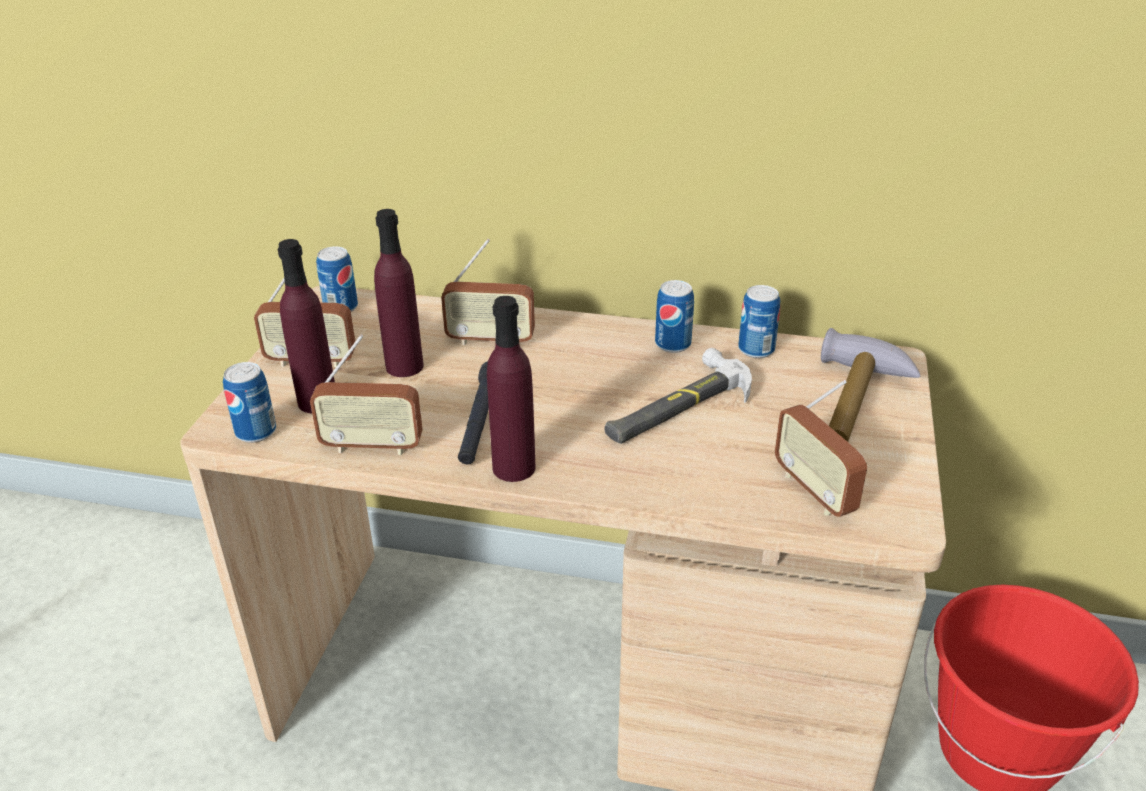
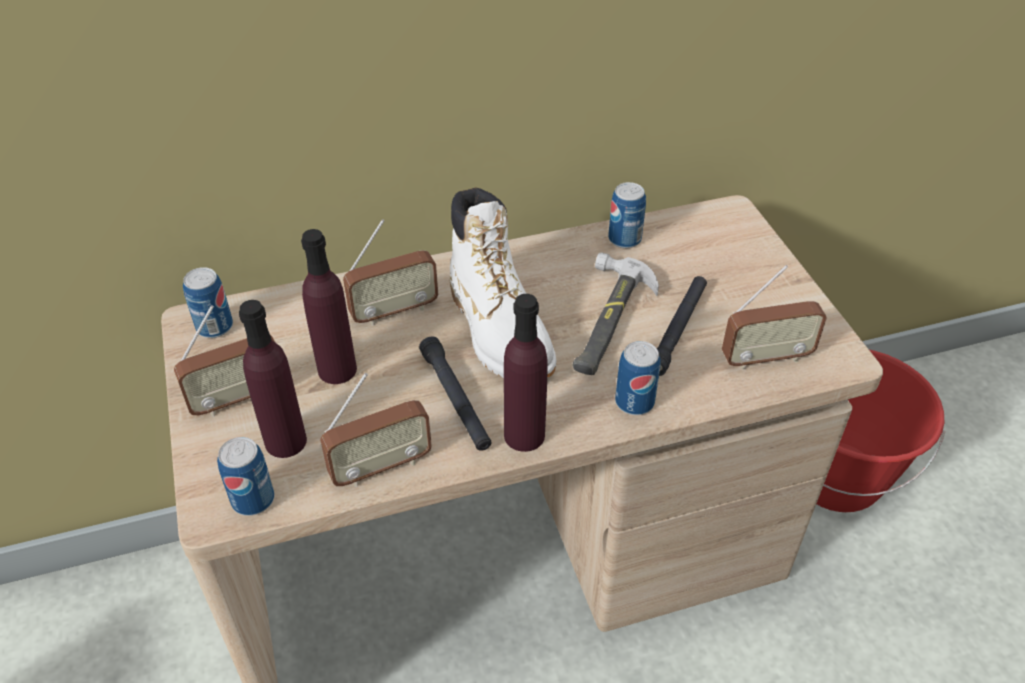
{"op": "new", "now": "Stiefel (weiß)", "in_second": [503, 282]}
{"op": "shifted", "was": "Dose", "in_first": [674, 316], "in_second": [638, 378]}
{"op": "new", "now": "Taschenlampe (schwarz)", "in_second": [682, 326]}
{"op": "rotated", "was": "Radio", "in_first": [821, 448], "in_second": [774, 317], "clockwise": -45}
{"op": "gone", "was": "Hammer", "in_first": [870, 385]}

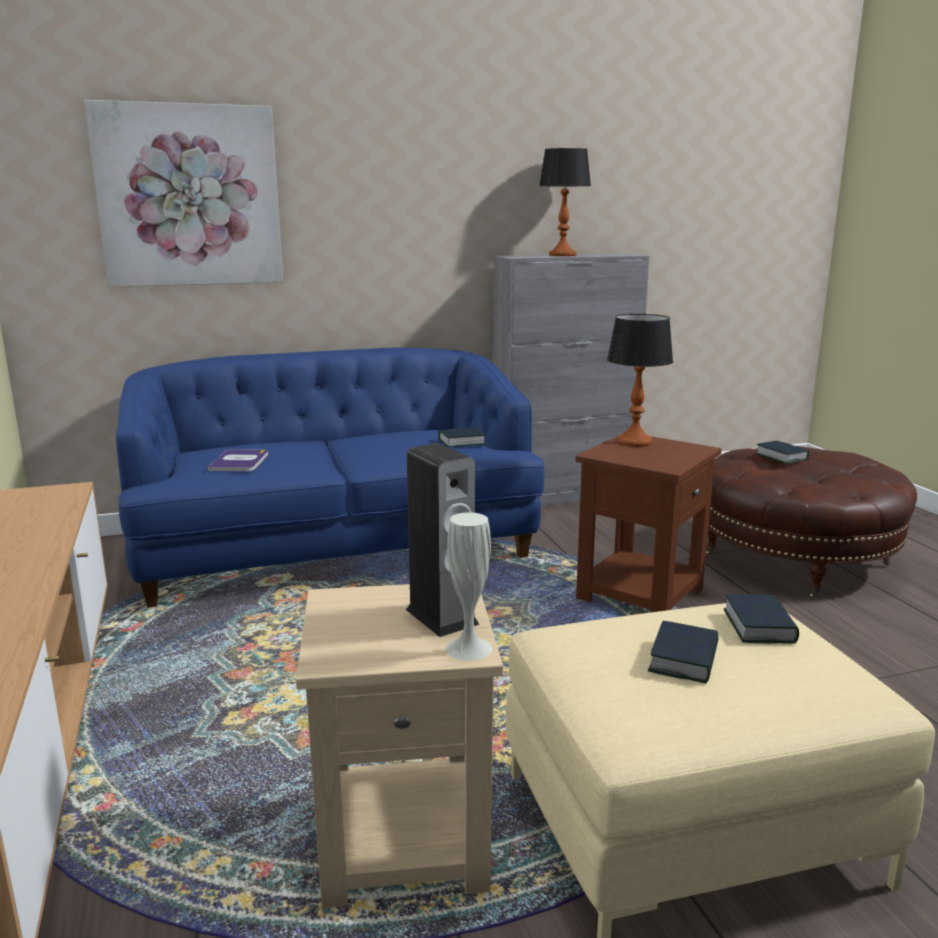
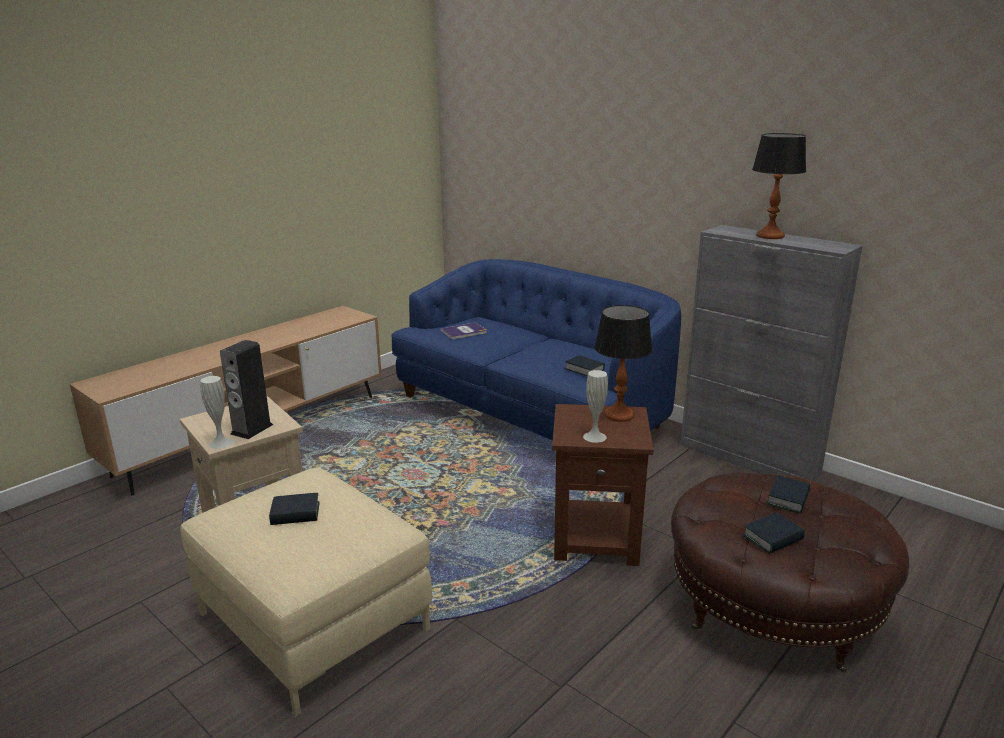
{"op": "new", "now": "Vase (weiß)", "in_second": [595, 406]}
{"op": "shifted", "was": "Buch", "in_first": [761, 619], "in_second": [773, 533]}
{"op": "gone", "was": "Bild", "in_first": [183, 193]}

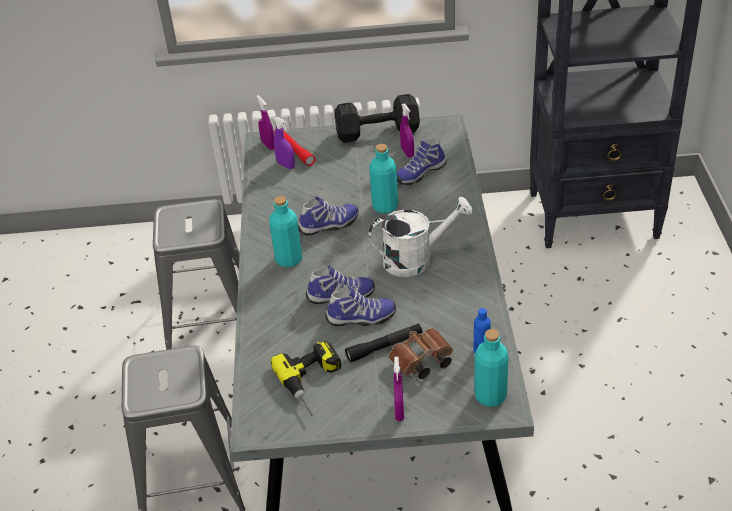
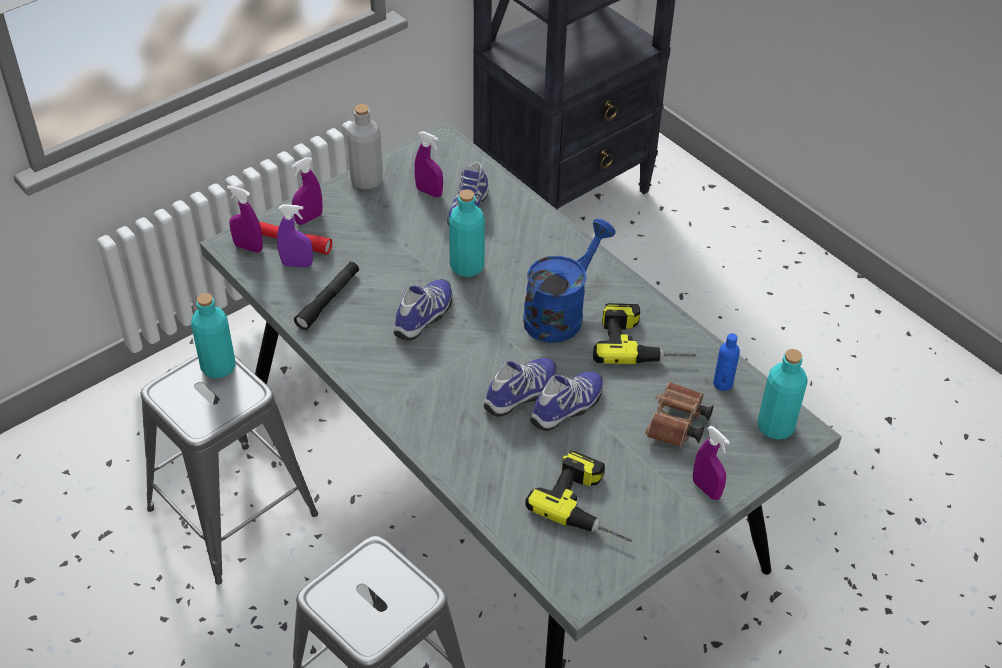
{"op": "shifted", "was": "Flasche (türkis)", "in_first": [285, 231], "in_second": [213, 336]}
{"op": "new", "now": "Sprühflasche (lila)", "in_second": [306, 191]}
{"op": "shifted", "was": "Taschenlampe (schwarz)", "in_first": [384, 343], "in_second": [326, 296]}
{"op": "swapped", "was": "Hantel (schwarz)", "now": "Flasche (grau)", "in_first": [377, 118], "in_second": [365, 146]}
{"op": "repainted", "was": "Gießkanne (weiß)", "now": "Gießkanne (blau)", "in_first": [421, 237], "in_second": [569, 281]}
{"op": "new", "now": "Bohrmaschine", "in_second": [644, 333]}

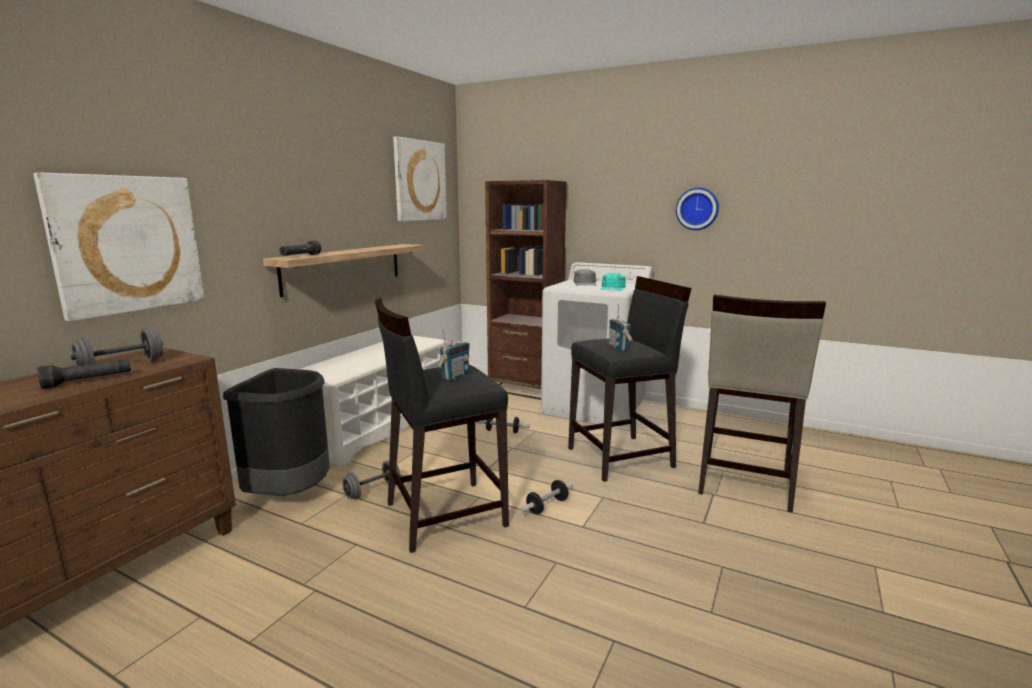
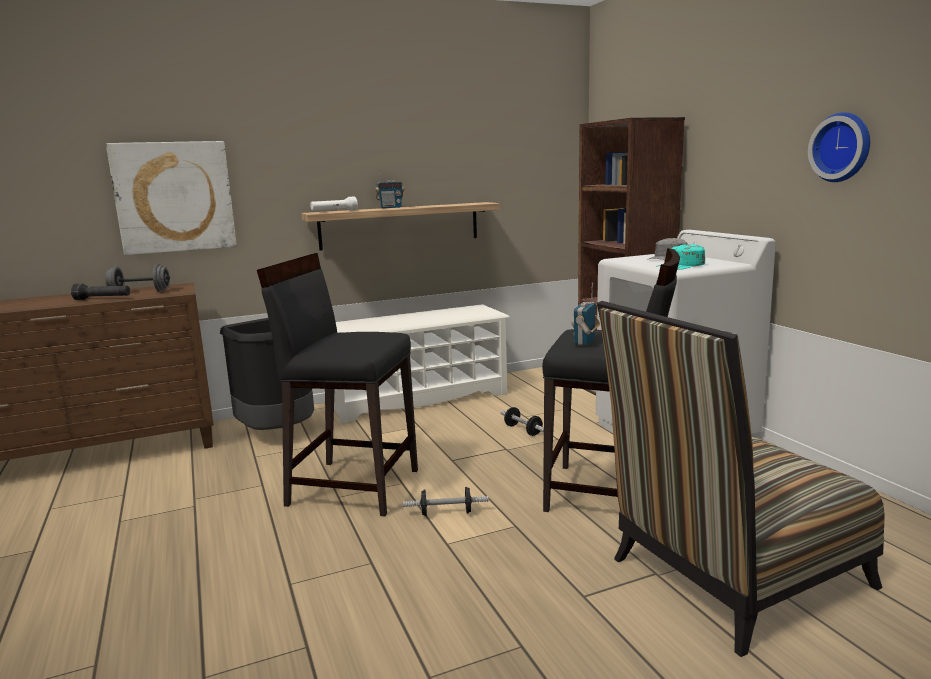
{"op": "repainted", "was": "Taschenlampe (schwarz)", "now": "Taschenlampe (weiß)", "in_first": [300, 248], "in_second": [334, 203]}
{"op": "shifted", "was": "Radio", "in_first": [453, 355], "in_second": [389, 188]}
{"op": "swapped", "was": "Hocker (beige)", "now": "Stuhl", "in_first": [762, 403], "in_second": [741, 479]}
{"op": "gone", "was": "Hantel (grau)", "in_first": [371, 479]}
{"op": "gone", "was": "Bild", "in_first": [420, 178]}

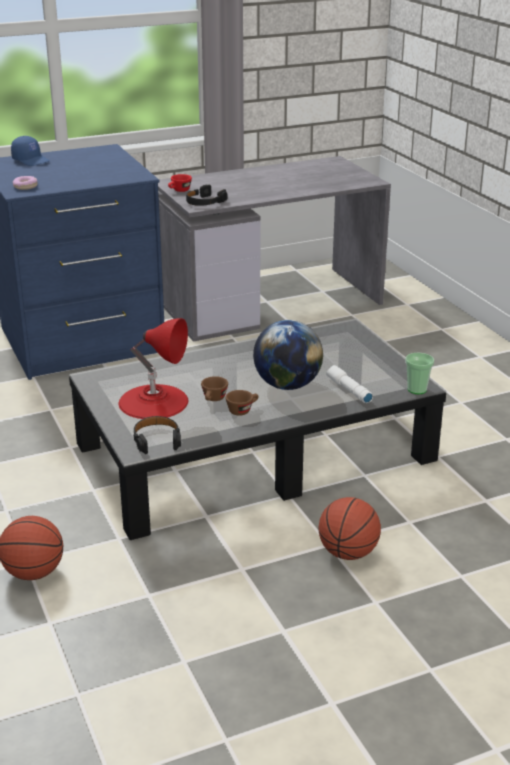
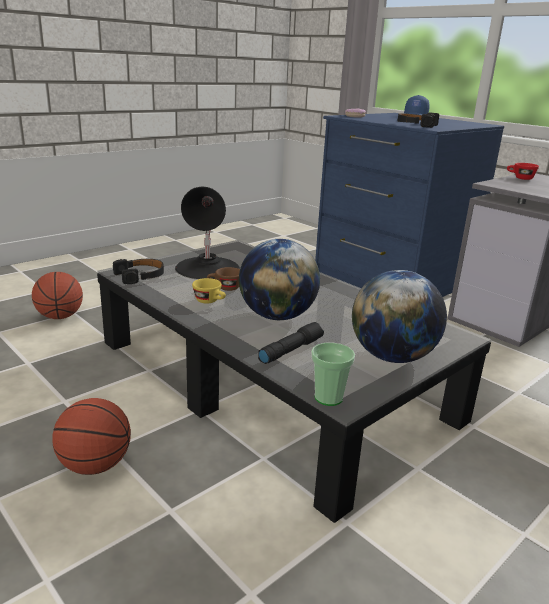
{"op": "repainted", "was": "Tischlampe (rot)", "now": "Tischlampe (schwarz)", "in_first": [153, 368], "in_second": [207, 233]}
{"op": "repainted", "was": "Tasse (braun)", "now": "Tasse (gelb)", "in_first": [242, 403], "in_second": [209, 291]}
{"op": "repainted", "was": "Taschenlampe (weiß)", "now": "Taschenlampe (schwarz)", "in_first": [349, 384], "in_second": [291, 343]}
{"op": "new", "now": "Globus", "in_second": [399, 316]}
{"op": "shifted", "was": "Kopfhörer (schwarz)", "in_first": [207, 195], "in_second": [418, 120]}

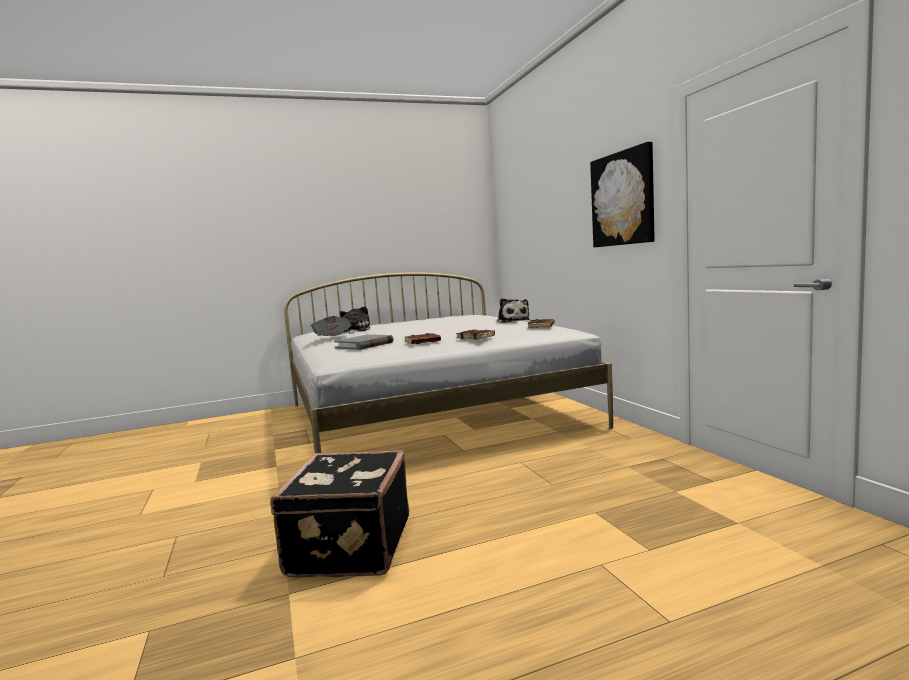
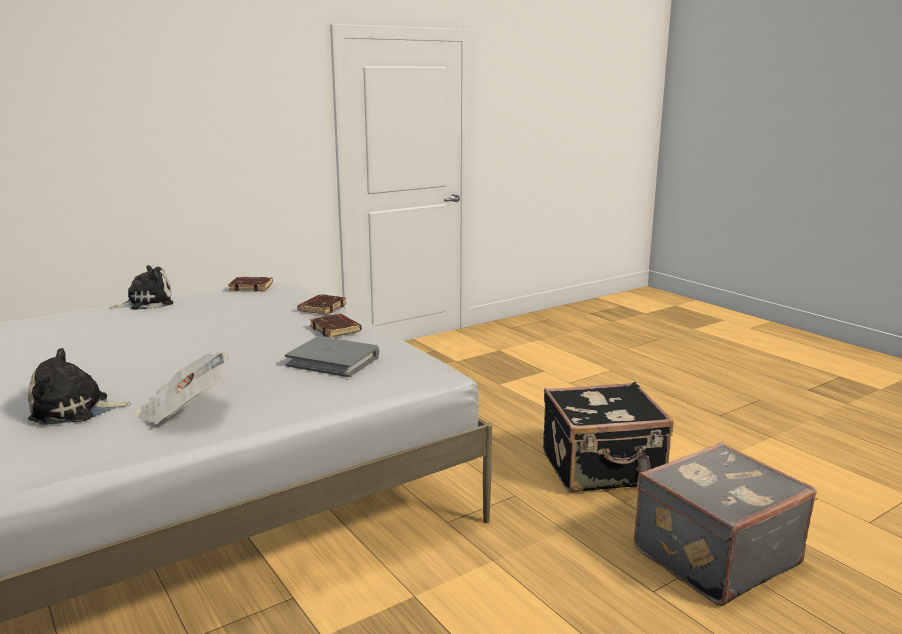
{"op": "new", "now": "Koffer (grau)", "in_second": [725, 524]}
{"op": "gone", "was": "Bild", "in_first": [622, 194]}

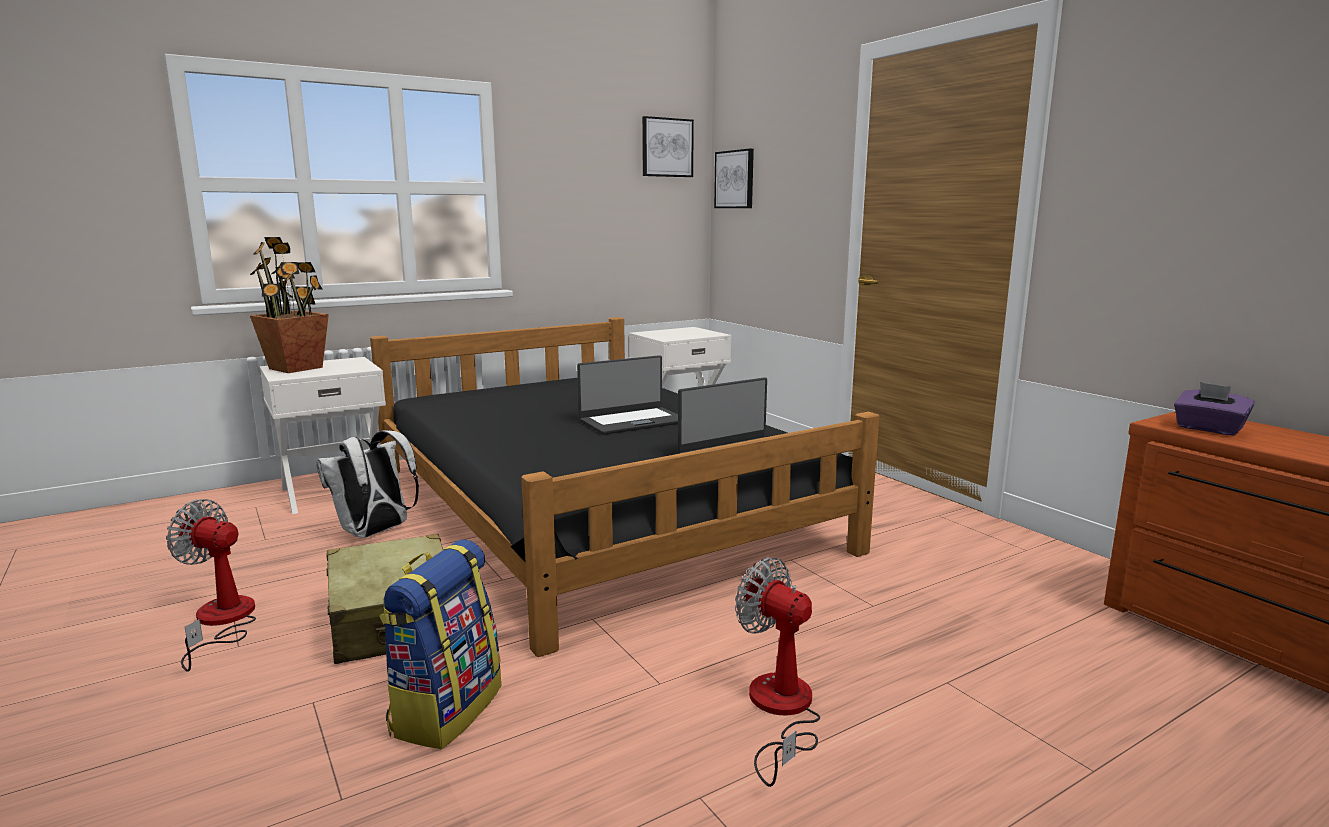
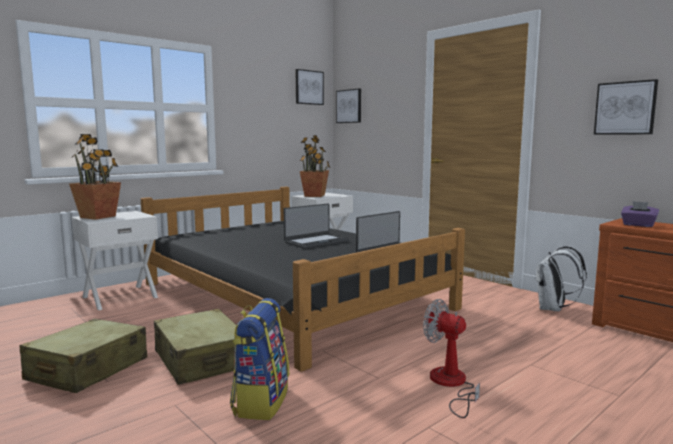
{"op": "swapped", "was": "Ventilator", "now": "Koffer (beige)", "in_first": [211, 585], "in_second": [83, 356]}
{"op": "new", "now": "Topfpflanze", "in_second": [314, 166]}
{"op": "shifted", "was": "Rucksack (weiß)", "in_first": [367, 484], "in_second": [561, 279]}
{"op": "new", "now": "Bild", "in_second": [626, 107]}

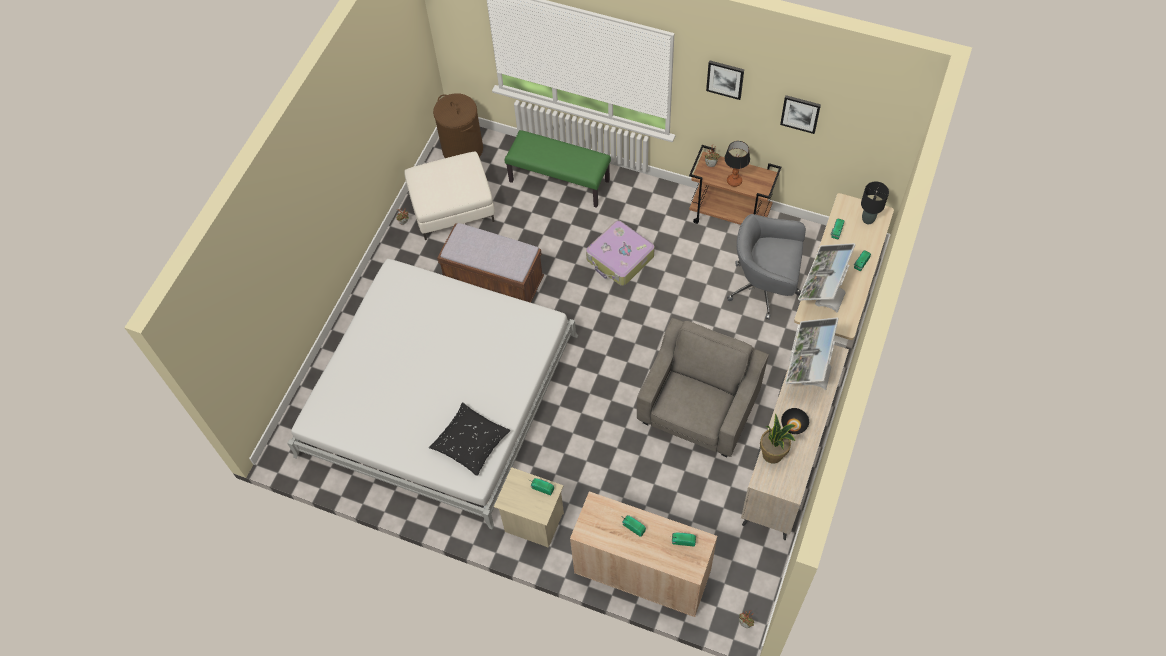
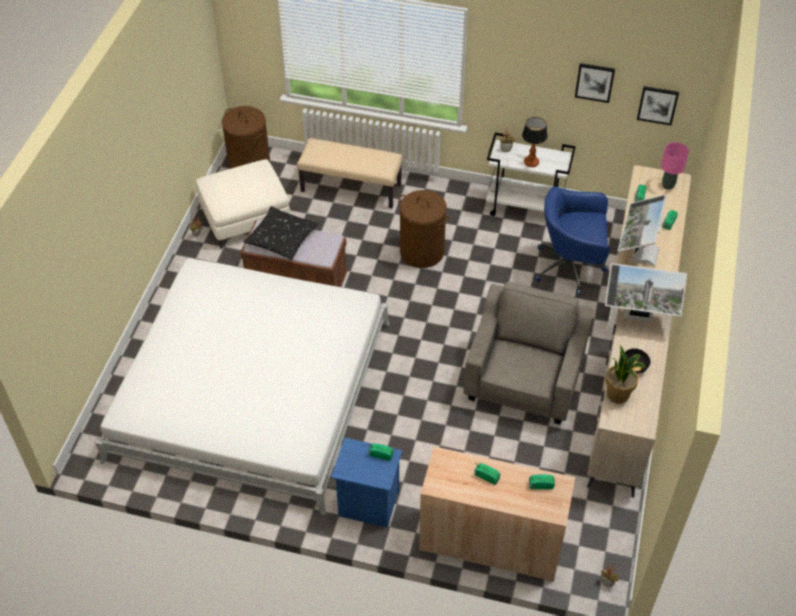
{"op": "shifted", "was": "Kissen (schwarz)", "in_first": [469, 439], "in_second": [281, 233]}
{"op": "repainted", "was": "Bank (grün)", "now": "Bank (beige)", "in_first": [558, 169], "in_second": [350, 173]}
{"op": "repainted", "was": "Nachttisch (beige)", "now": "Nachttisch (blau)", "in_first": [529, 507], "in_second": [366, 483]}
{"op": "swapped", "was": "Koffer", "now": "Wäschekorb (braun)", "in_first": [620, 253], "in_second": [423, 229]}
{"op": "repainted", "was": "Rollwagen (braun)", "now": "Rollwagen (weiß)", "in_first": [735, 185], "in_second": [531, 174]}
{"op": "repainted", "was": "Bürostuhl (grau)", "now": "Bürostuhl (blau)", "in_first": [766, 267], "in_second": [572, 241]}
{"op": "rotated", "was": "Monitor", "in_first": [812, 354], "in_second": [646, 292], "clockwise": -90}
{"op": "shifted", "was": "Bild", "in_first": [725, 80], "in_second": [658, 105]}
{"op": "repainted", "was": "Tischlampe (schwarz)", "now": "Tischlampe (rosa)", "in_first": [875, 202], "in_second": [675, 166]}

